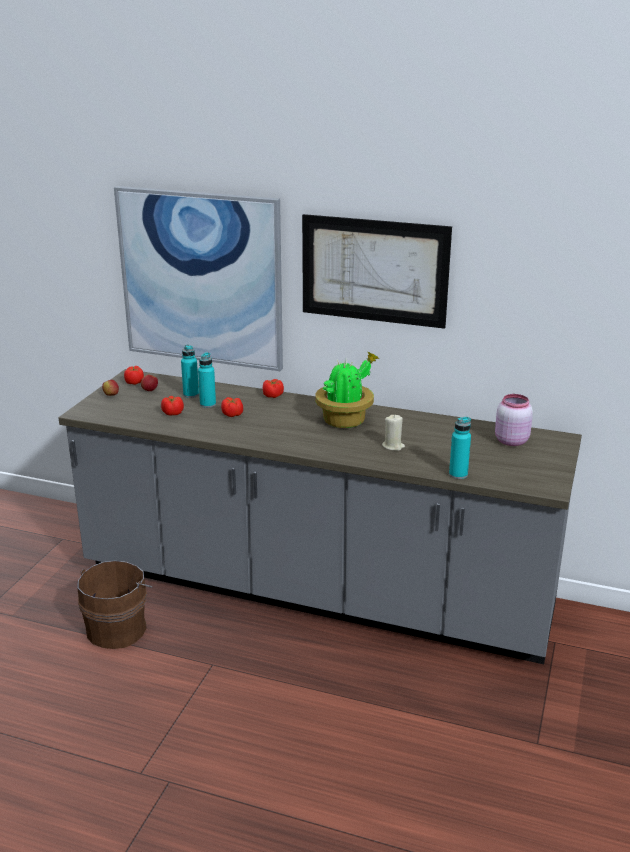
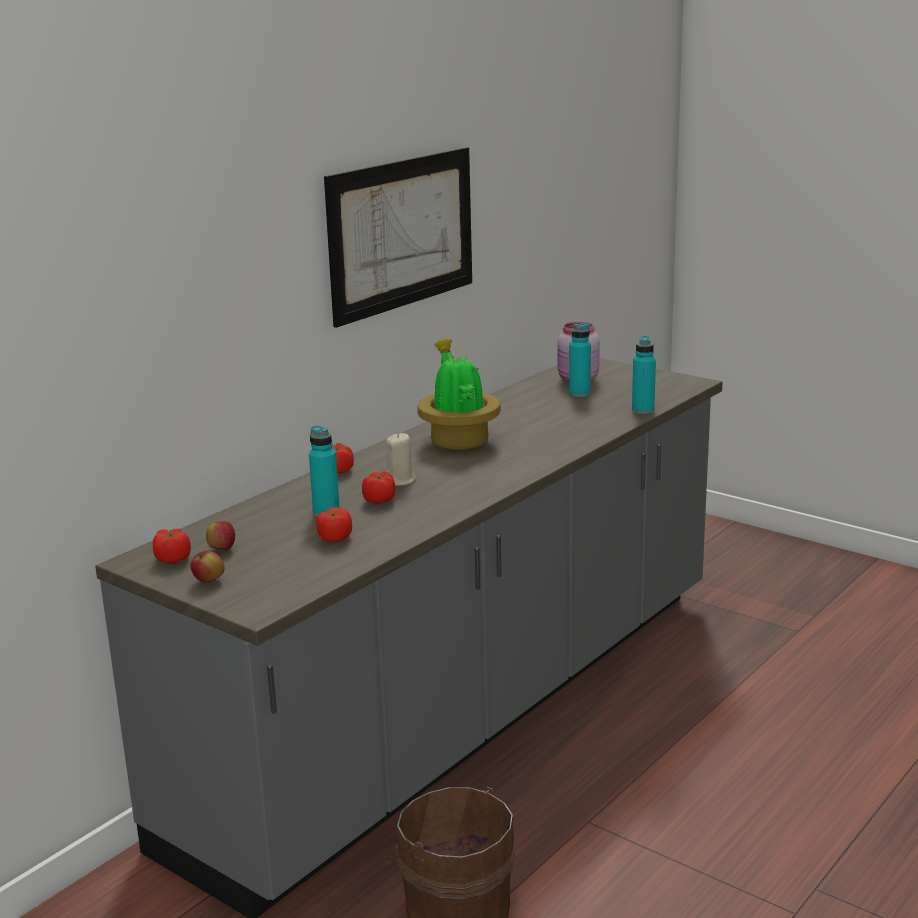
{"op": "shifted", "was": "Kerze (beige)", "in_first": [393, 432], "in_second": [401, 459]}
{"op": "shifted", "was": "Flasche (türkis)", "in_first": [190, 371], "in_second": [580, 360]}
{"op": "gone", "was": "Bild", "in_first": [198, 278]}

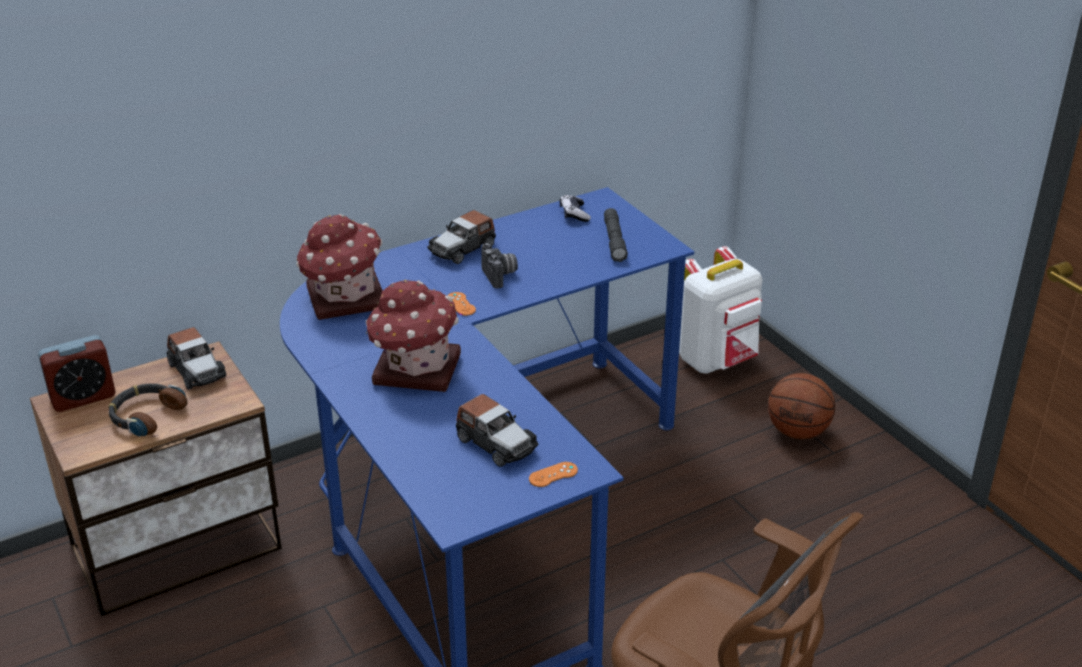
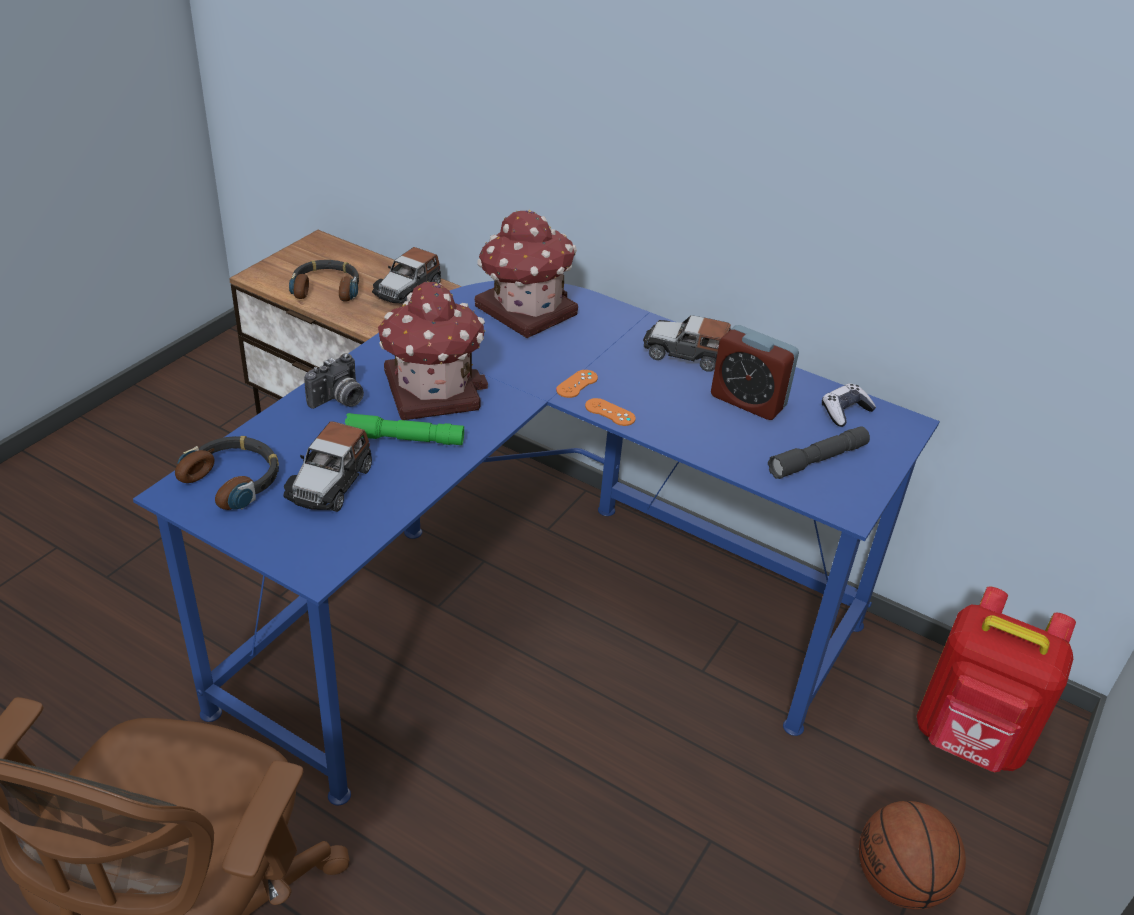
{"op": "new", "now": "Kopfhörer", "in_second": [227, 473]}
{"op": "shifted", "was": "Kamera", "in_first": [499, 265], "in_second": [334, 381]}
{"op": "new", "now": "Taschenlampe (grün)", "in_second": [404, 429]}
{"op": "shifted", "was": "Gamepad (orange)", "in_first": [553, 474], "in_second": [610, 412]}
{"op": "shifted", "was": "Wecker", "in_first": [77, 373], "in_second": [755, 372]}
{"op": "repainted", "was": "Rucksack (weiß)", "now": "Rucksack (rot)", "in_first": [721, 310], "in_second": [996, 679]}

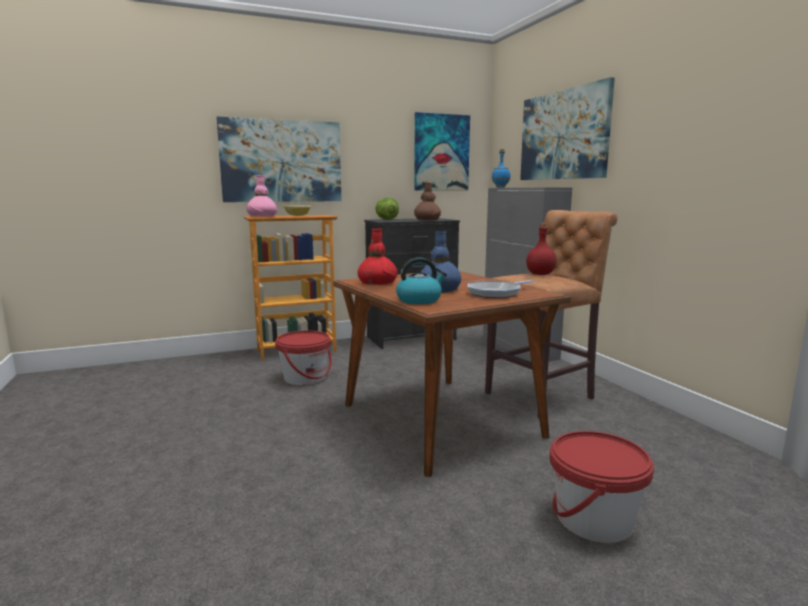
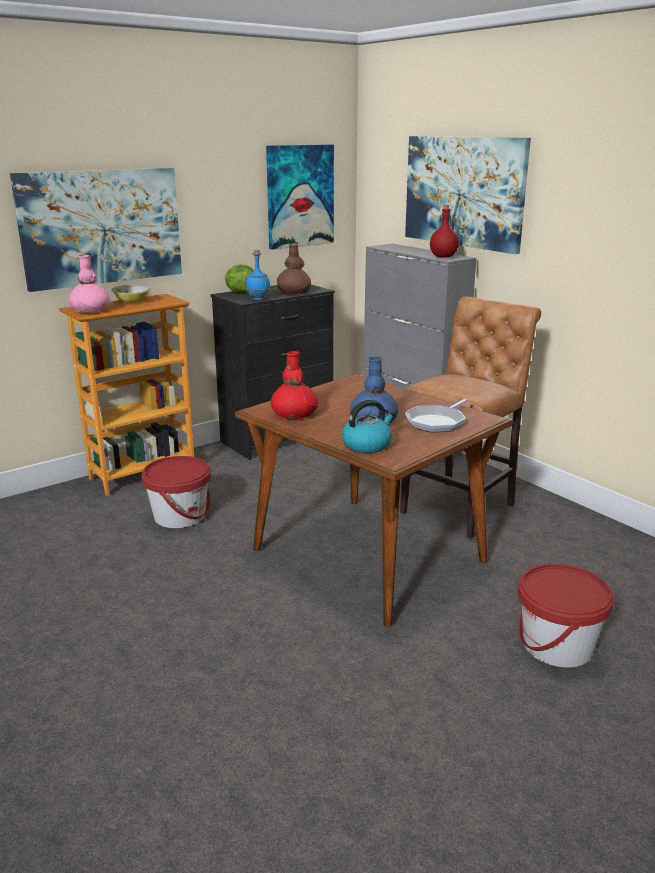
{"op": "shifted", "was": "Flasche (blau)", "in_first": [501, 168], "in_second": [258, 275]}
{"op": "shifted", "was": "Flasche (rot)", "in_first": [541, 249], "in_second": [444, 231]}

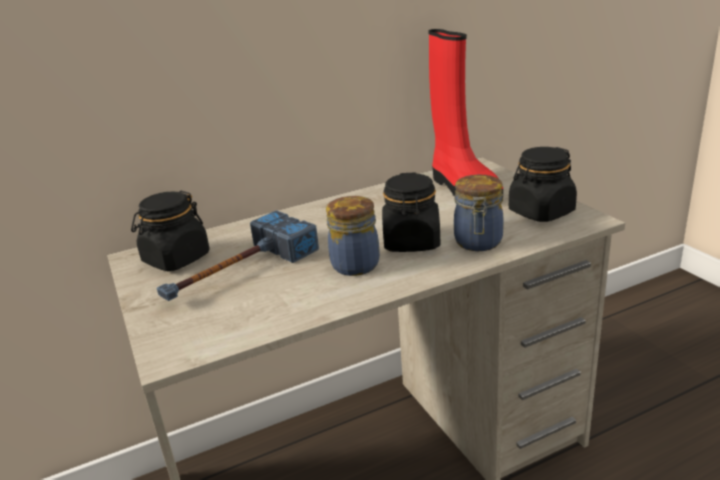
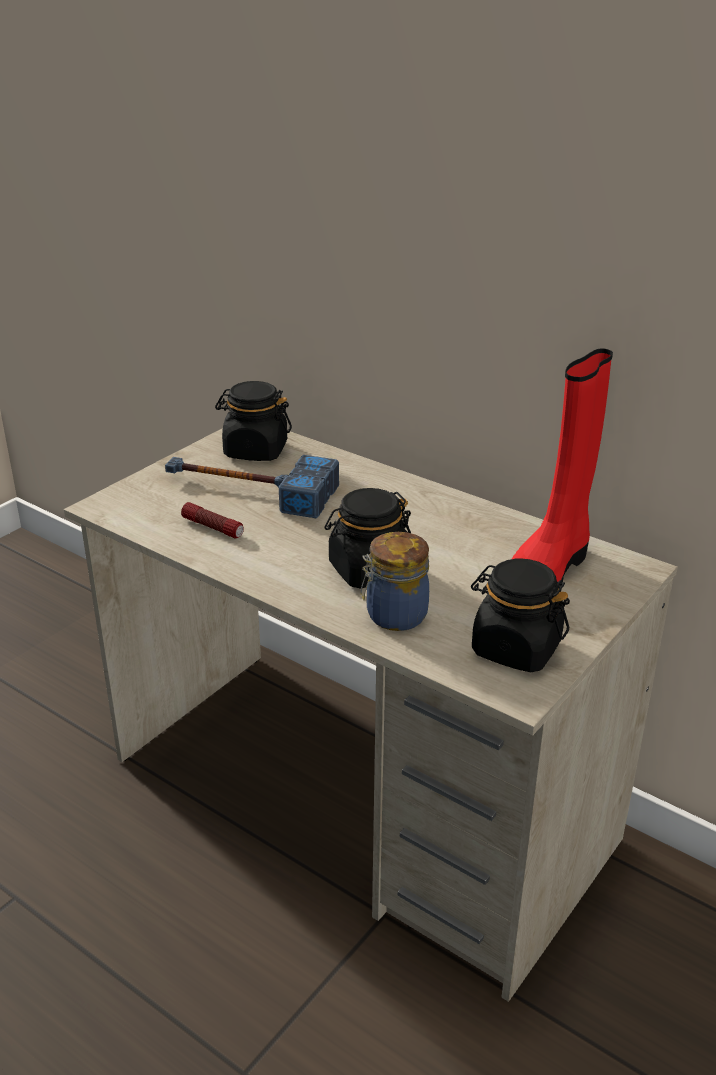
{"op": "new", "now": "Taschenlampe", "in_second": [212, 520]}
{"op": "gone", "was": "Vorratsglas", "in_first": [353, 236]}

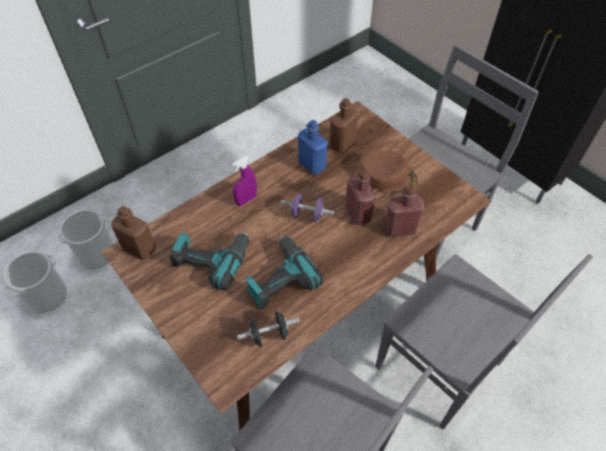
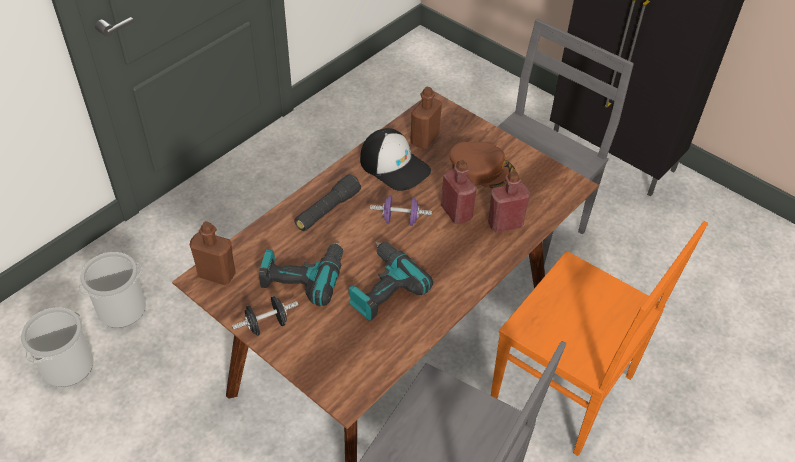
{"op": "shifted", "was": "Hantel (schwarz)", "in_first": [268, 329], "in_second": [265, 316]}
{"op": "swapped", "was": "Sprühflasche (lila)", "now": "Taschenlampe (schwarz)", "in_first": [244, 181], "in_second": [327, 202]}
{"op": "swapped", "was": "Flasche (blau)", "now": "Kappe", "in_first": [313, 147], "in_second": [395, 159]}
{"op": "repainted", "was": "Stuhl (grau)", "now": "Stuhl (orange)", "in_first": [484, 342], "in_second": [599, 338]}

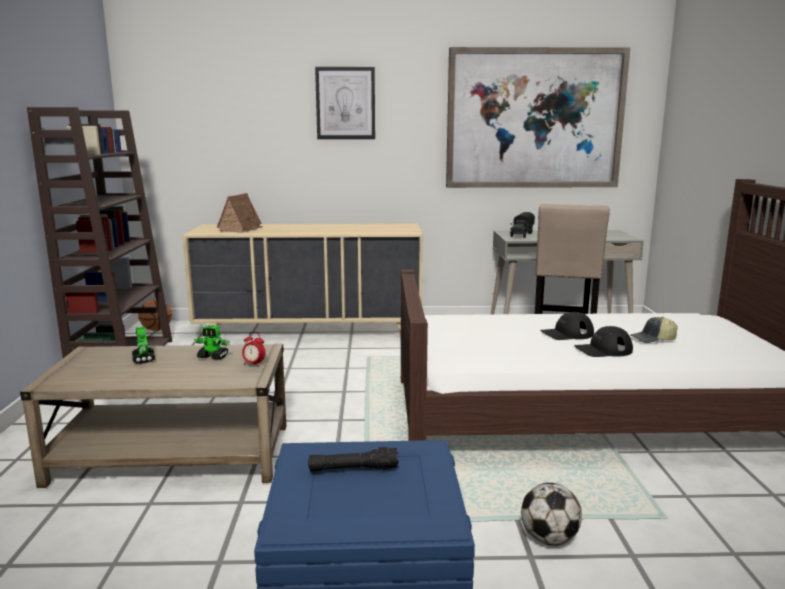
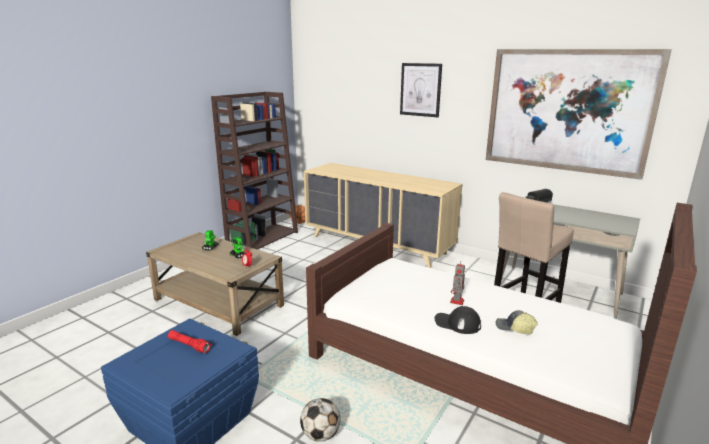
{"op": "repainted", "was": "Taschenlampe (schwarz)", "now": "Taschenlampe (rot)", "in_first": [353, 459], "in_second": [189, 341]}
{"op": "swapped", "was": "Kappe (schwarz)", "now": "Spielzeugroboter", "in_first": [567, 326], "in_second": [457, 283]}
{"op": "gone", "was": "Spielzeughaus", "in_first": [240, 213]}

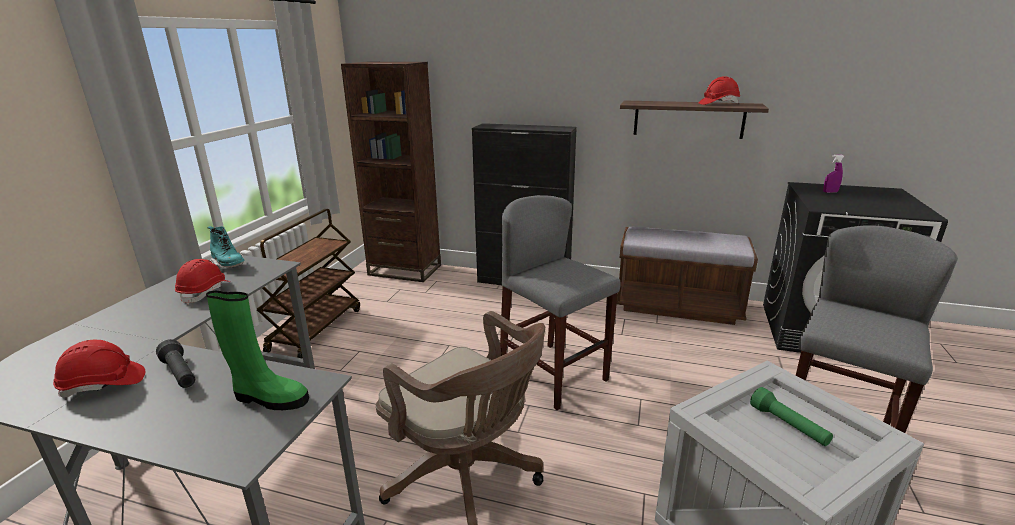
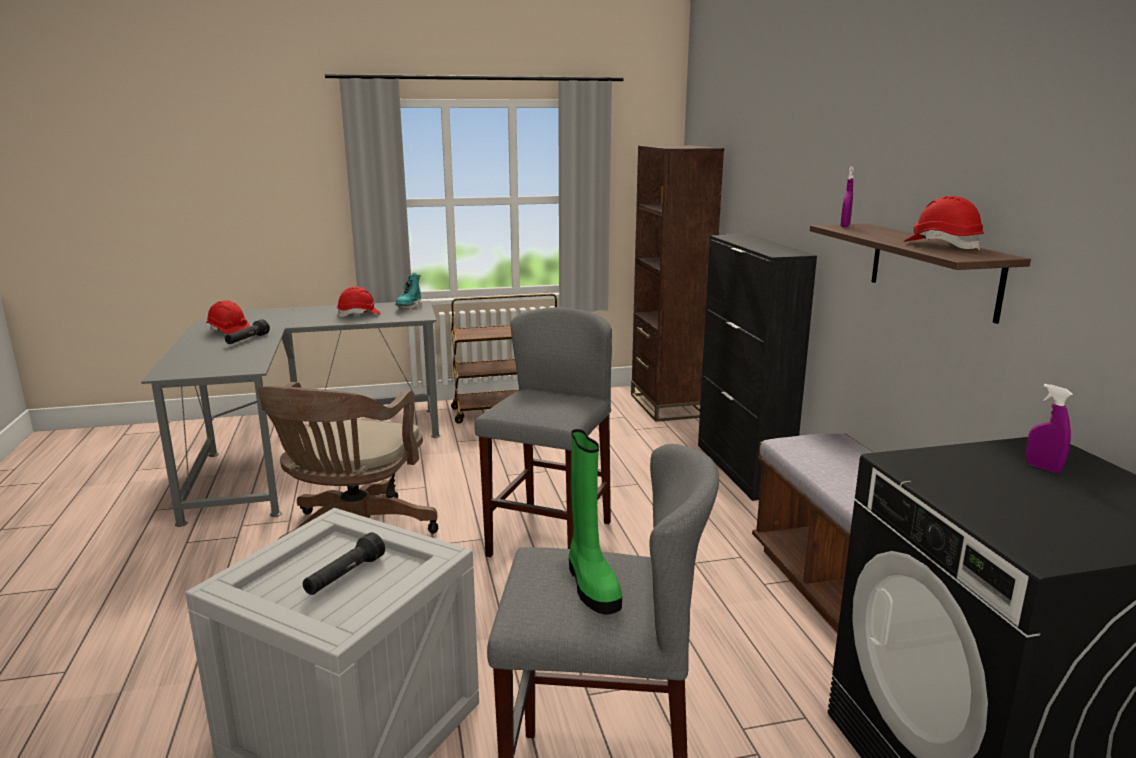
{"op": "repainted", "was": "Taschenlampe (grün)", "now": "Taschenlampe (schwarz)", "in_first": [791, 416], "in_second": [344, 563]}
{"op": "shifted", "was": "Stiefel (grün)", "in_first": [257, 350], "in_second": [595, 522]}
{"op": "new", "now": "Sprühflasche (lila)", "in_second": [847, 196]}

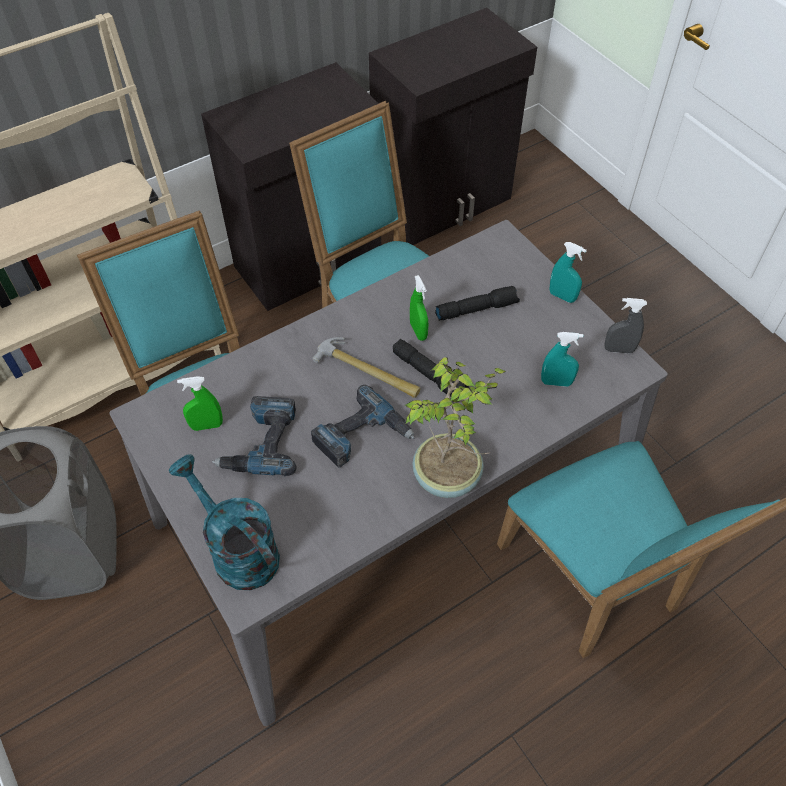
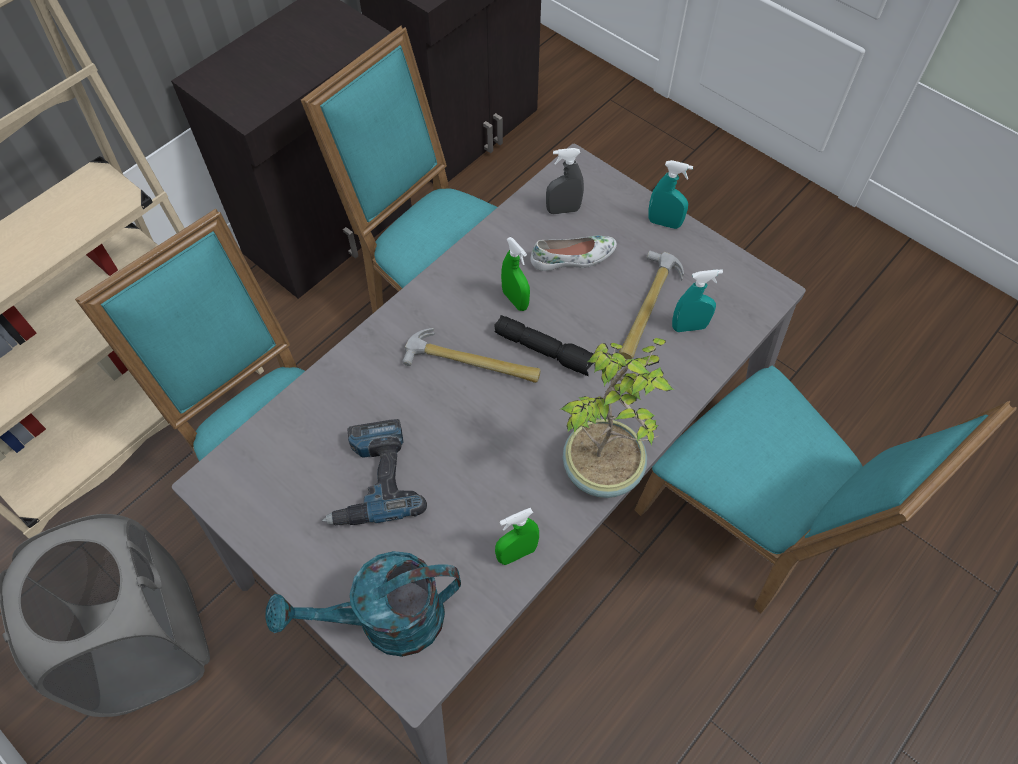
{"op": "rotated", "was": "Gießkanne (türkis)", "in_first": [224, 522], "in_second": [363, 604], "clockwise": -45}
{"op": "shifted", "was": "Sprühflasche (grün)", "in_first": [200, 403], "in_second": [517, 536]}
{"op": "swapped", "was": "Taschenlampe (schwarz)", "now": "Schuh (weiß)", "in_first": [477, 303], "in_second": [573, 253]}
{"op": "shifted", "was": "Sprühflasche (grau)", "in_first": [626, 326], "in_second": [565, 181]}
{"op": "new", "now": "Hammer", "in_second": [651, 304]}
{"op": "gone", "was": "Bohrmaschine", "in_first": [362, 426]}

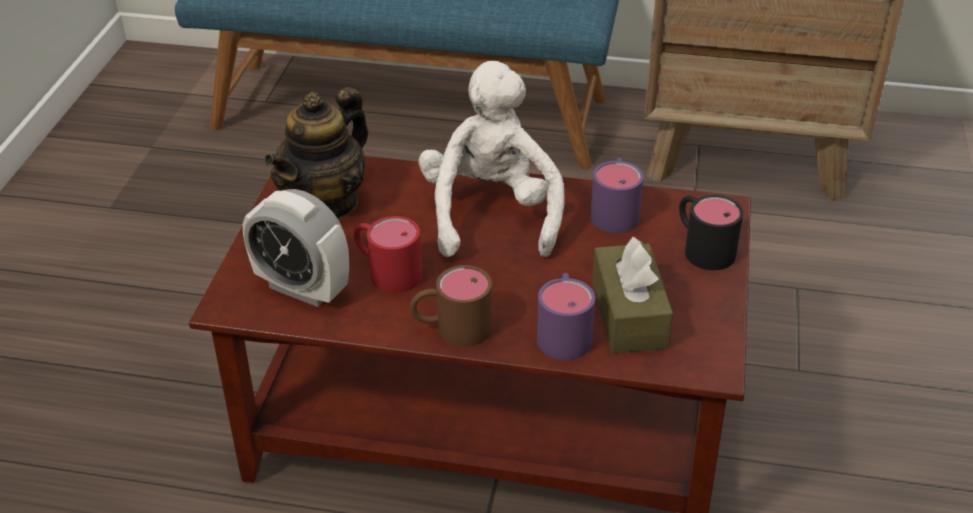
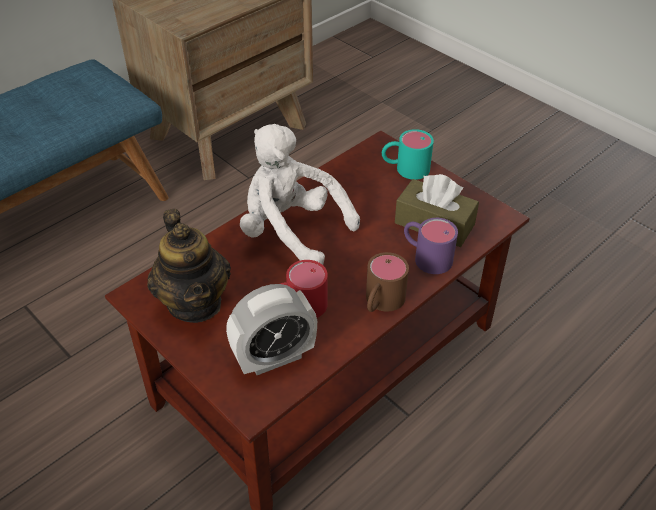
{"op": "repainted", "was": "Henkelbecher (schwarz)", "now": "Henkelbecher (türkis)", "in_first": [711, 232], "in_second": [408, 154]}
{"op": "gone", "was": "Henkelbecher (lila)", "in_first": [617, 195]}

